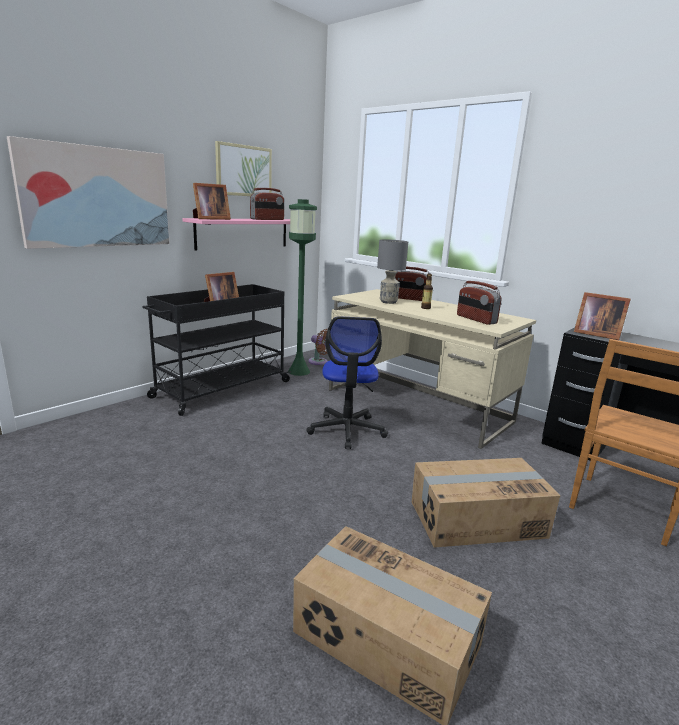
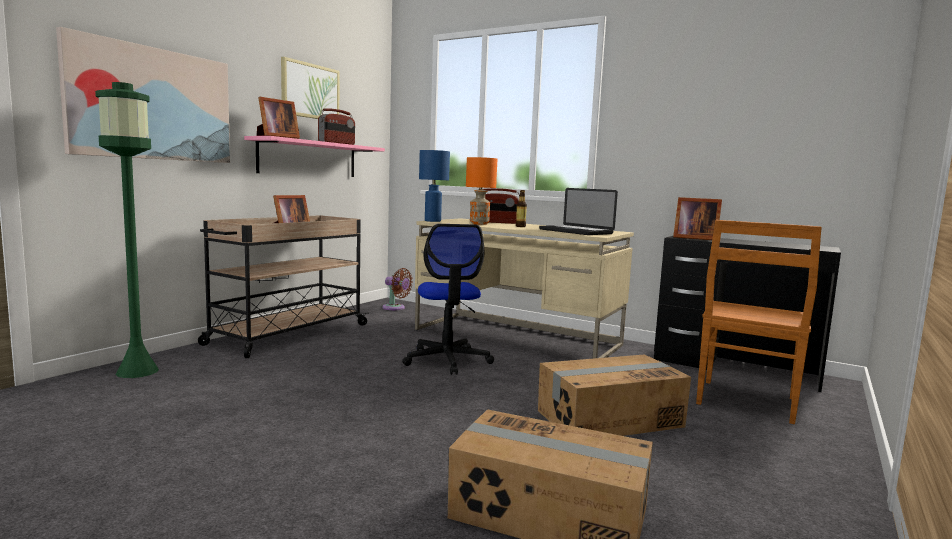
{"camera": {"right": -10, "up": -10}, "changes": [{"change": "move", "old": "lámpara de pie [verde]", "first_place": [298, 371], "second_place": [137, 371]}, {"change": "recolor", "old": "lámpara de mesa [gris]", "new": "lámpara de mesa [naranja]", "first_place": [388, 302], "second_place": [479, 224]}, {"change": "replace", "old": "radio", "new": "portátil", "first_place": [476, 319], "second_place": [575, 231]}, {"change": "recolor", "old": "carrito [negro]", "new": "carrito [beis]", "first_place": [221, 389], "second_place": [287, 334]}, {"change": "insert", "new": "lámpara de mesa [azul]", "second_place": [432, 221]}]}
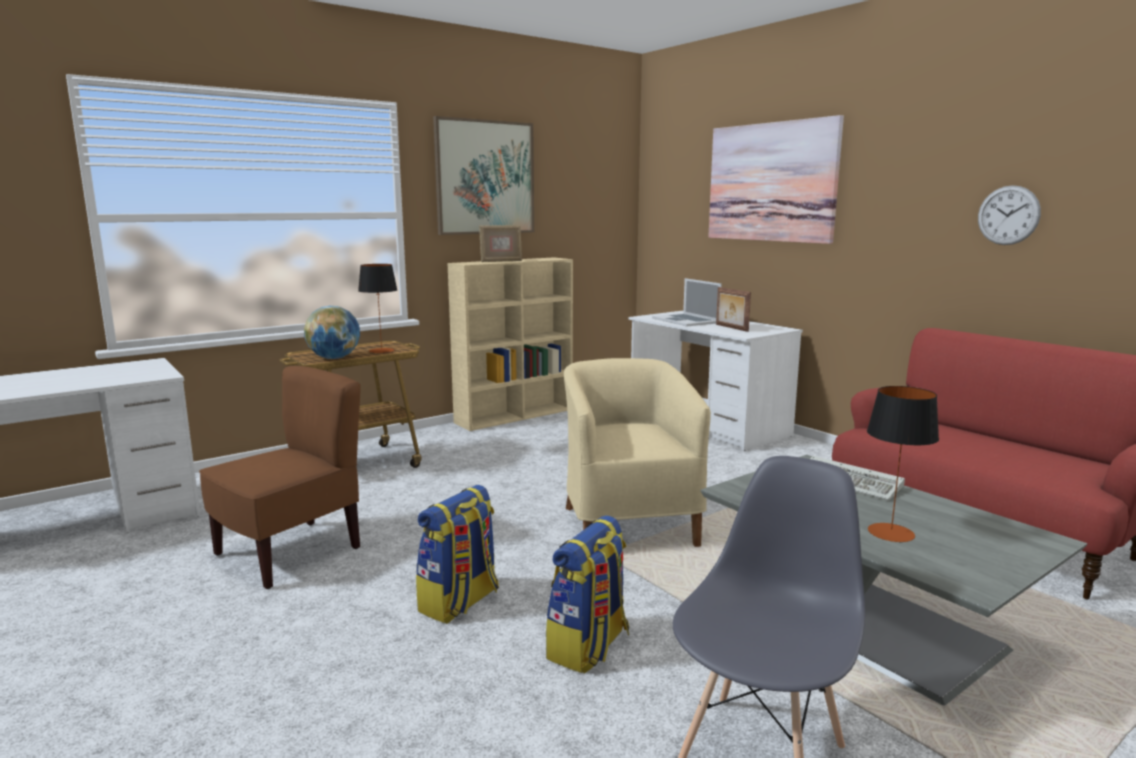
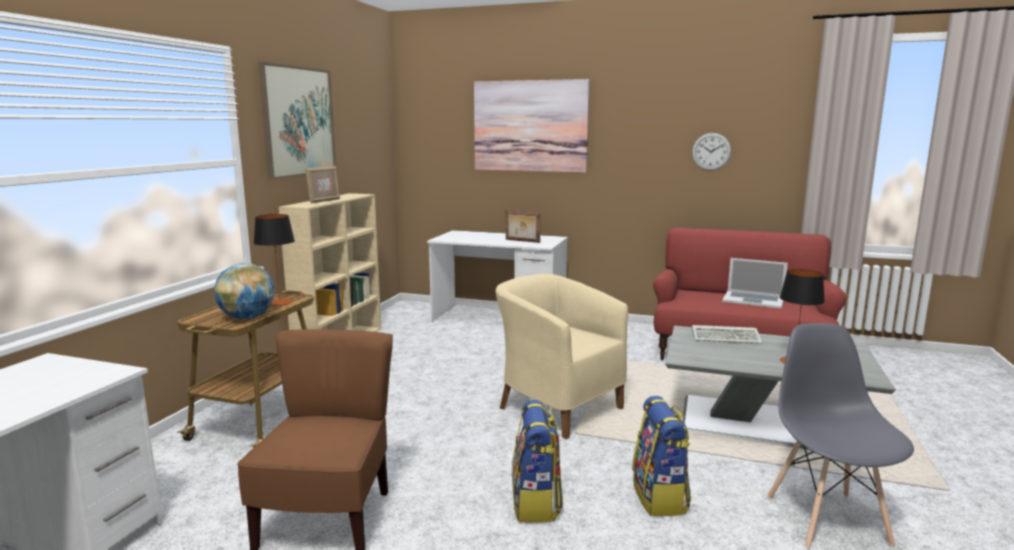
{"camera": {"right": -35, "up": 0}, "changes": [{"change": "move", "old": "portátil", "first_place": [685, 320], "second_place": [753, 300]}]}
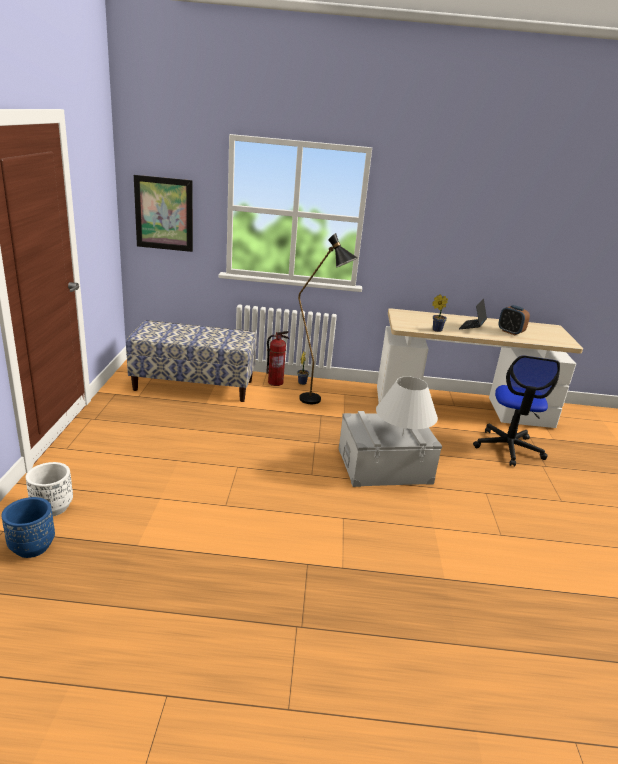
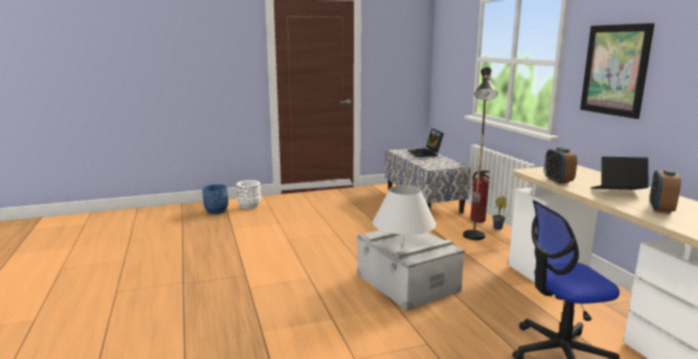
{"camera": {"right": 70, "up": -10}, "changes": [{"change": "move", "old": "cuadro", "first_place": [164, 214], "second_place": [614, 70]}, {"change": "replace", "old": "planta en maceta", "new": "despertador", "first_place": [435, 330], "second_place": [558, 181]}, {"change": "insert", "new": "portátil", "second_place": [426, 153]}]}
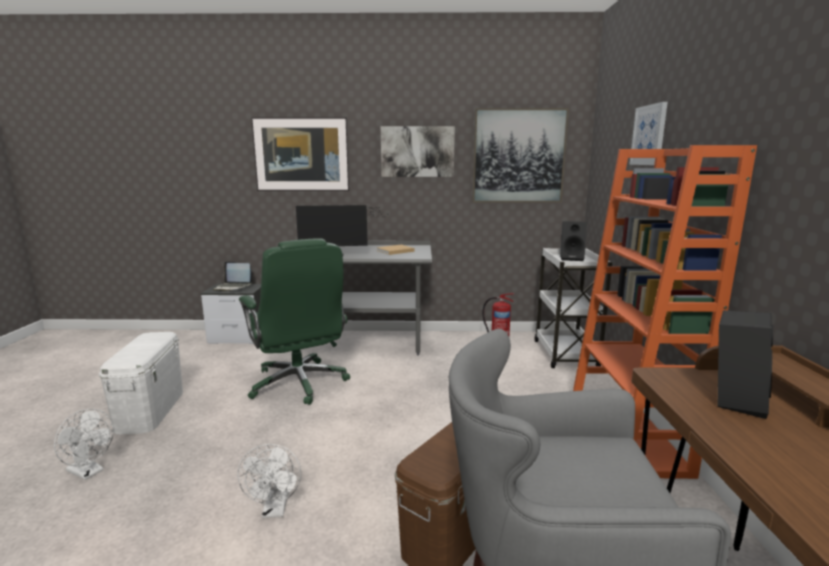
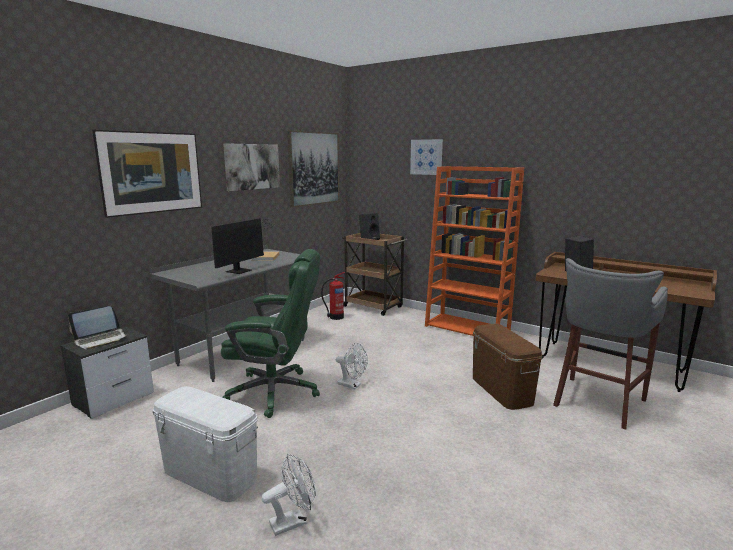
{"camera": {"right": -55, "up": 0}, "changes": [{"change": "recolor", "old": "carrito [blanco]", "new": "carrito [marrón]", "first_place": [565, 355], "second_place": [373, 307]}, {"change": "move", "old": "ventilador [blanco]", "first_place": [275, 510], "second_place": [352, 385]}]}
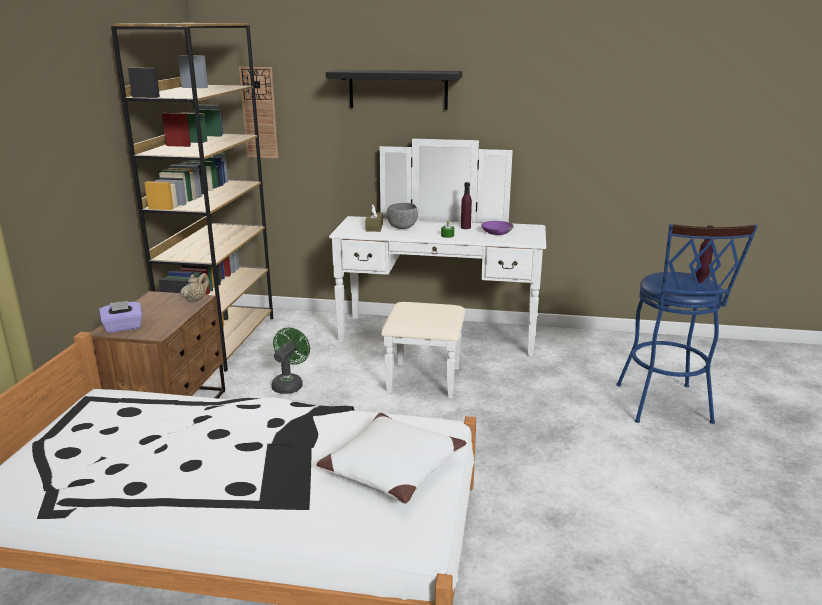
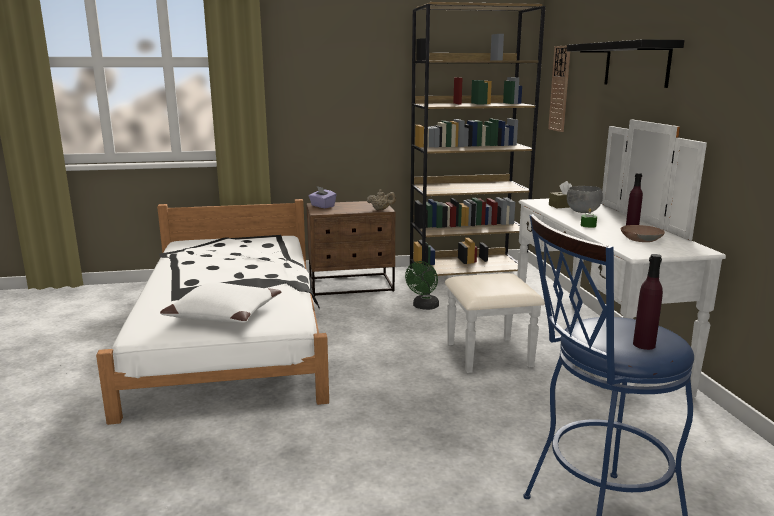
{"camera": {"right": 70, "up": -5}, "changes": [{"change": "recolor", "old": "cuenco [morado]", "new": "cuenco [marrón]", "first_place": [496, 232], "second_place": [640, 239]}, {"change": "rotate", "old": "ventilador [verde]", "first_place": [289, 384], "second_place": [424, 307], "degrees": 120}]}
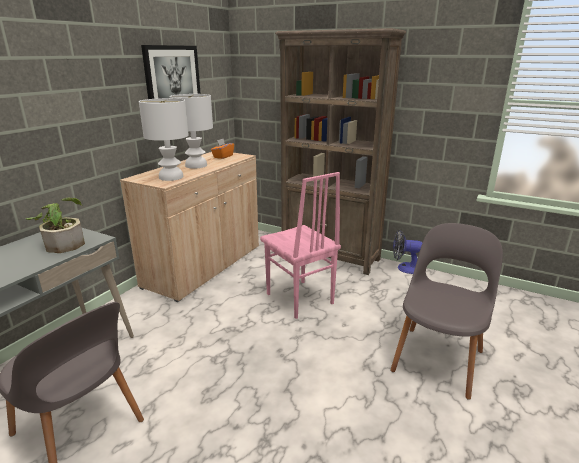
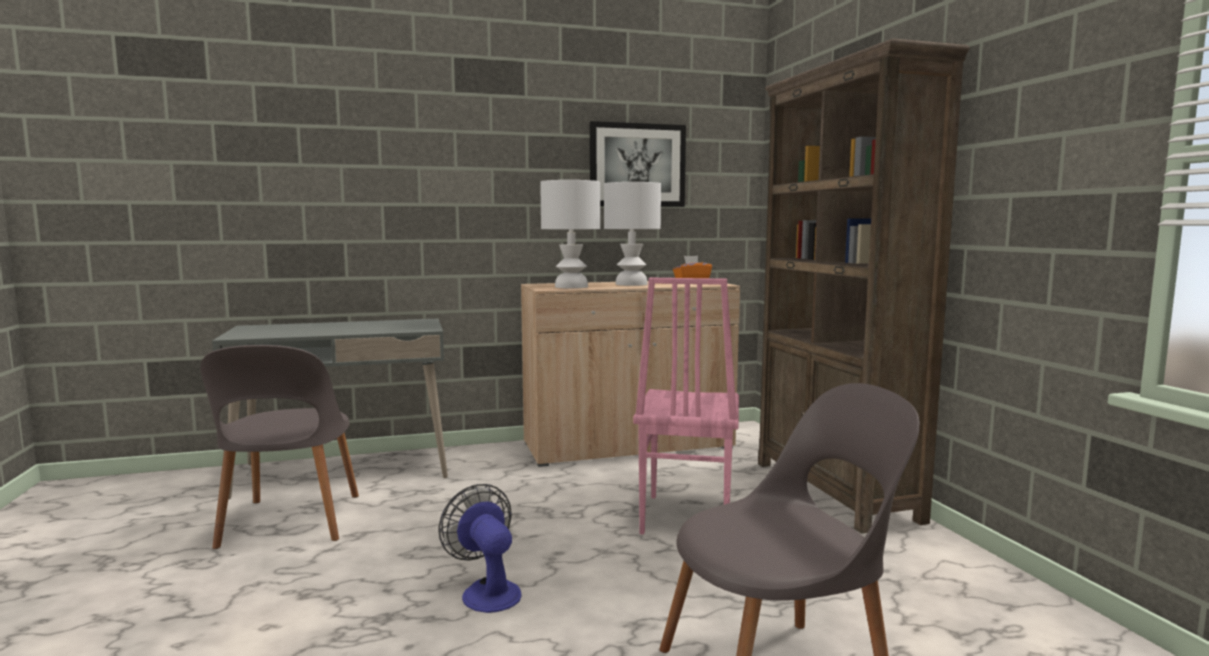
{"camera": {"right": 45, "up": -15}, "changes": [{"change": "delete", "old": "planta en maceta", "first_place": [63, 243]}, {"change": "move", "old": "ventilador", "first_place": [404, 268], "second_place": [486, 591]}]}
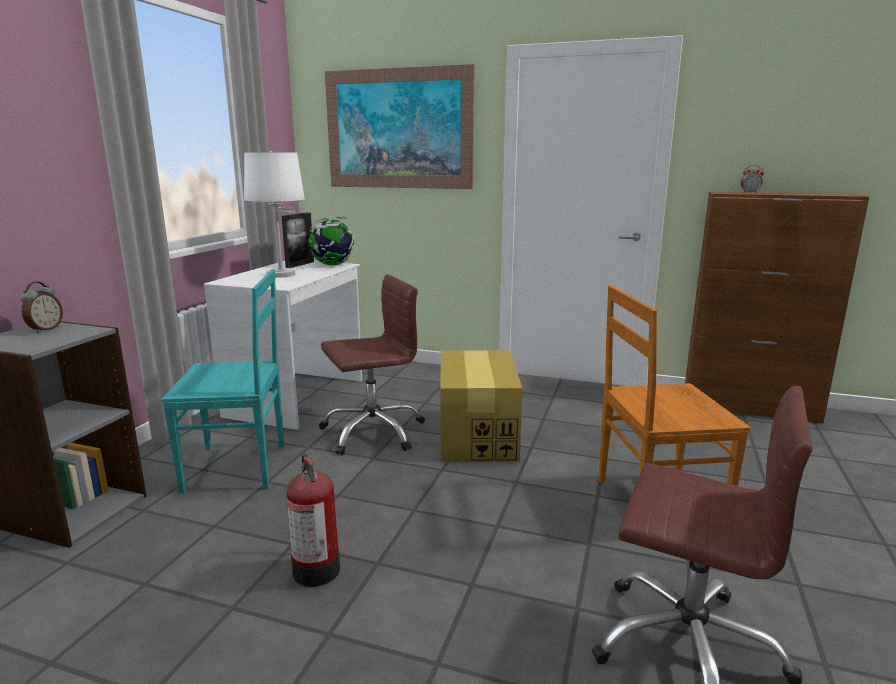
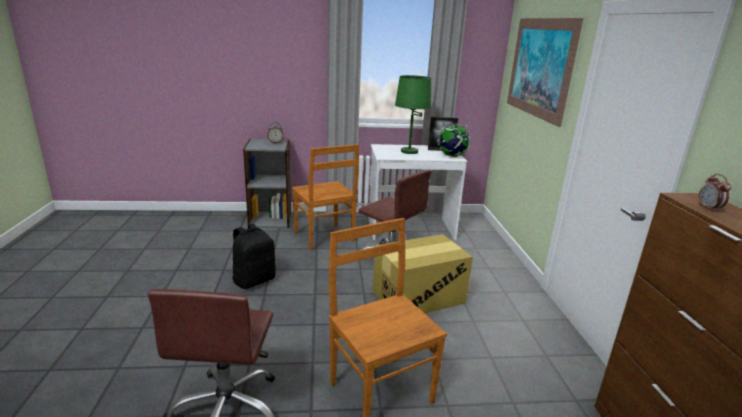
{"camera": {"right": 65, "up": 5}, "changes": [{"change": "recolor", "old": "lámpara de mesa [blanco]", "new": "lámpara de mesa [verde]", "first_place": [281, 274], "second_place": [409, 151]}, {"change": "recolor", "old": "silla [turquesa]", "new": "silla [marrón]", "first_place": [239, 467], "second_place": [324, 238]}, {"change": "replace", "old": "extintor", "new": "mochila [negro]", "first_place": [316, 568], "second_place": [254, 280]}]}
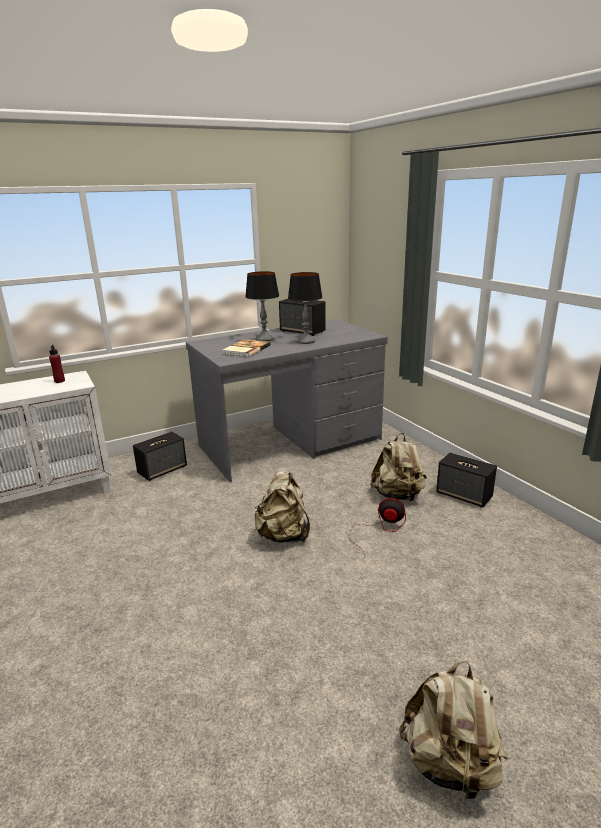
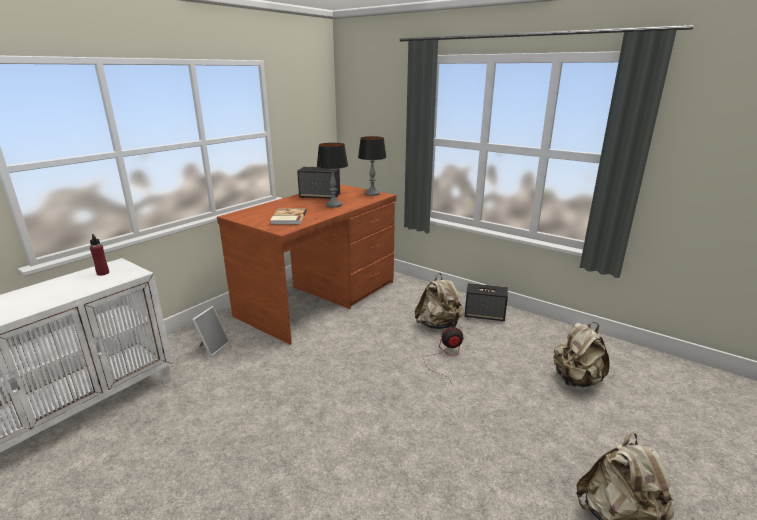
{"camera": {"right": -25, "up": 0}, "changes": [{"change": "move", "old": "lámpara de mesa", "first_place": [264, 339], "second_place": [372, 193]}, {"change": "recolor", "old": "escritorio [gris]", "new": "escritorio [marrón]", "first_place": [291, 443], "second_place": [319, 298]}, {"change": "replace", "old": "altavoz", "new": "portarretratos", "first_place": [163, 470], "second_place": [213, 347]}, {"change": "move", "old": "mochila [beis]", "first_place": [283, 535], "second_place": [576, 380]}]}
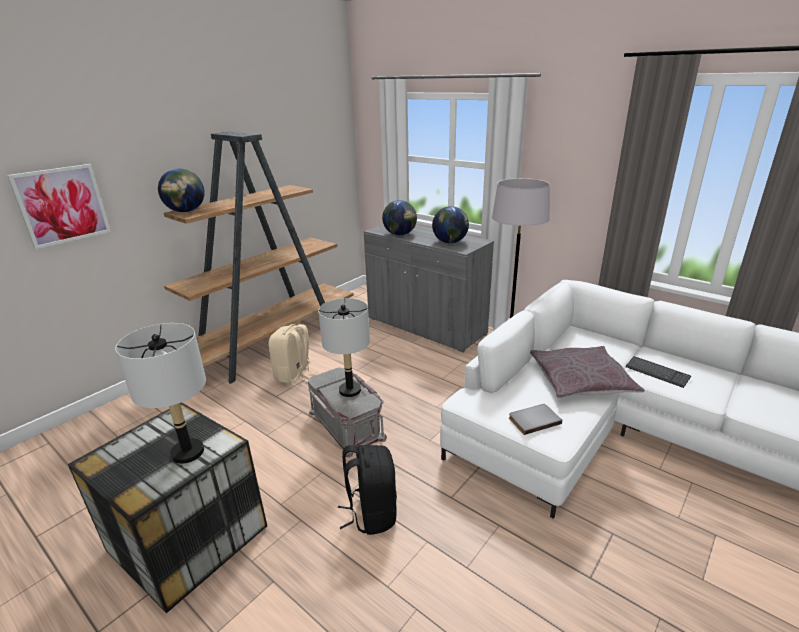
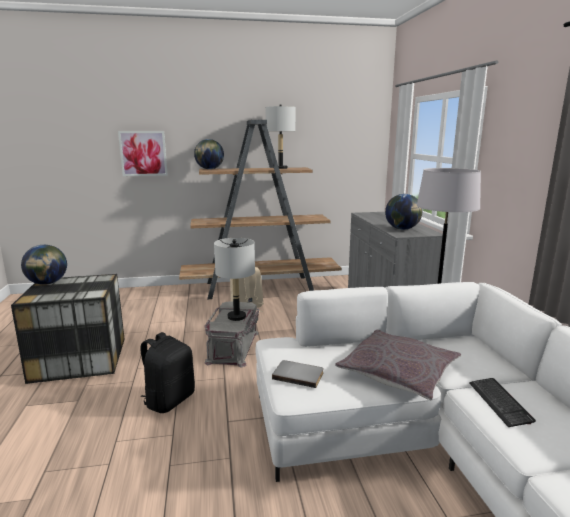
{"camera": {"right": 40, "up": -10}, "changes": [{"change": "move", "old": "globo terráqueo", "first_place": [400, 234], "second_place": [47, 283]}, {"change": "move", "old": "lámpara de mesa [gris]", "first_place": [188, 452], "second_place": [280, 168]}]}
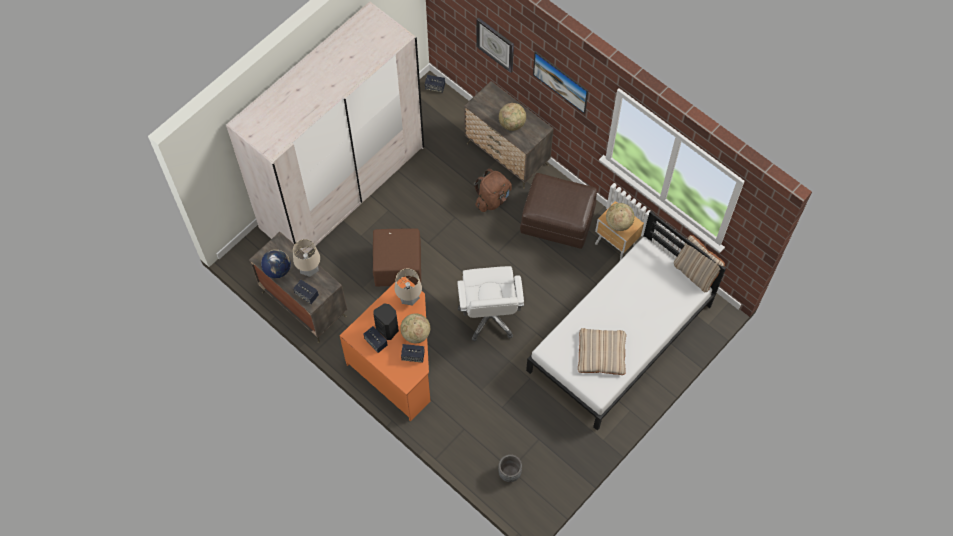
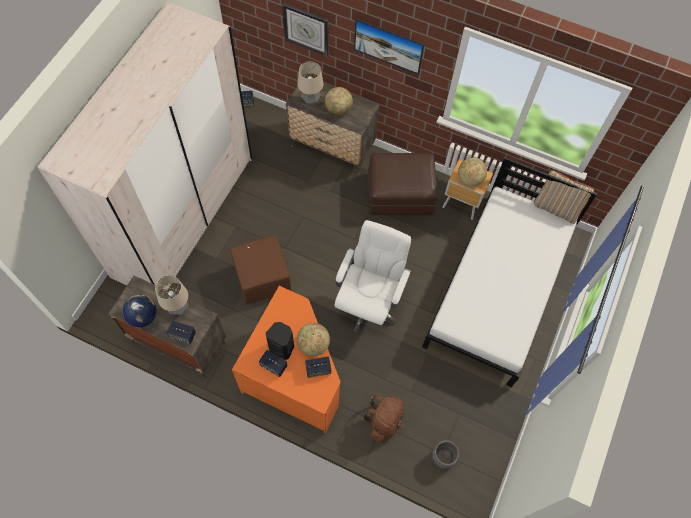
{"camera": {"right": -20, "up": 0}, "changes": [{"change": "move", "old": "mochila [marrón]", "first_place": [492, 199], "second_place": [384, 421]}, {"change": "rotate", "old": "silla de oficina [blanco]", "first_place": [490, 316], "second_place": [368, 302], "degrees": -135}, {"change": "move", "old": "lámpara de mesa", "first_place": [409, 299], "second_place": [310, 100]}, {"change": "delete", "old": "cojín [beis]", "first_place": [601, 353]}]}
